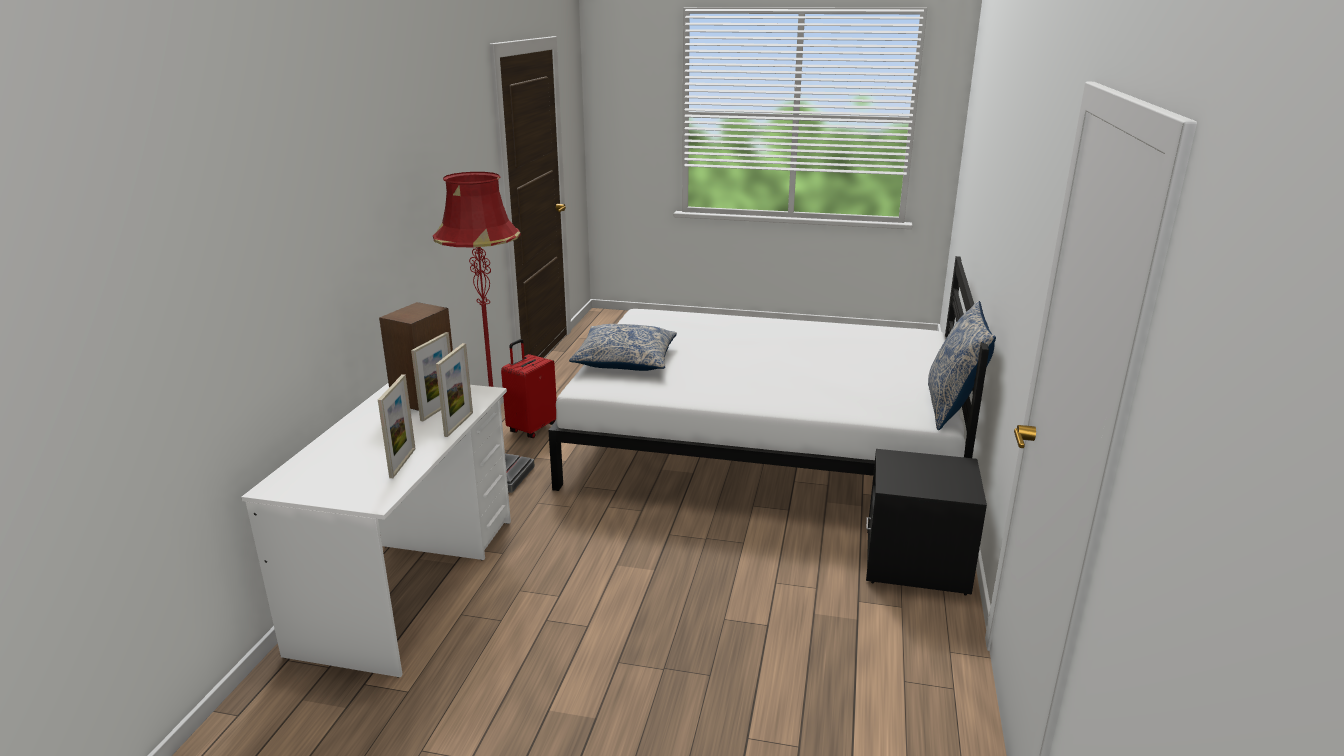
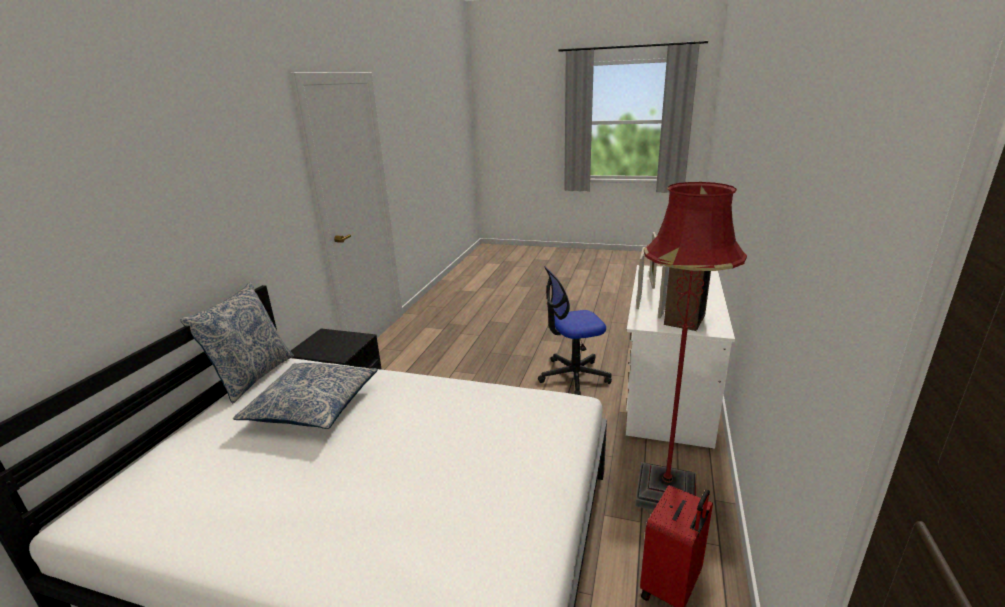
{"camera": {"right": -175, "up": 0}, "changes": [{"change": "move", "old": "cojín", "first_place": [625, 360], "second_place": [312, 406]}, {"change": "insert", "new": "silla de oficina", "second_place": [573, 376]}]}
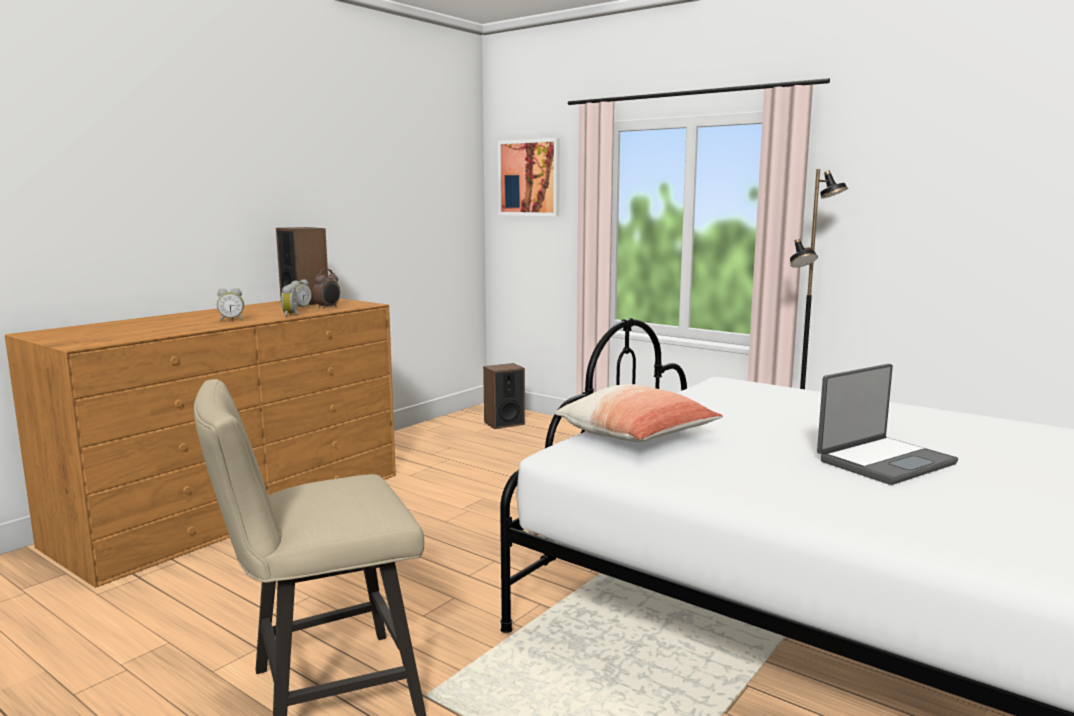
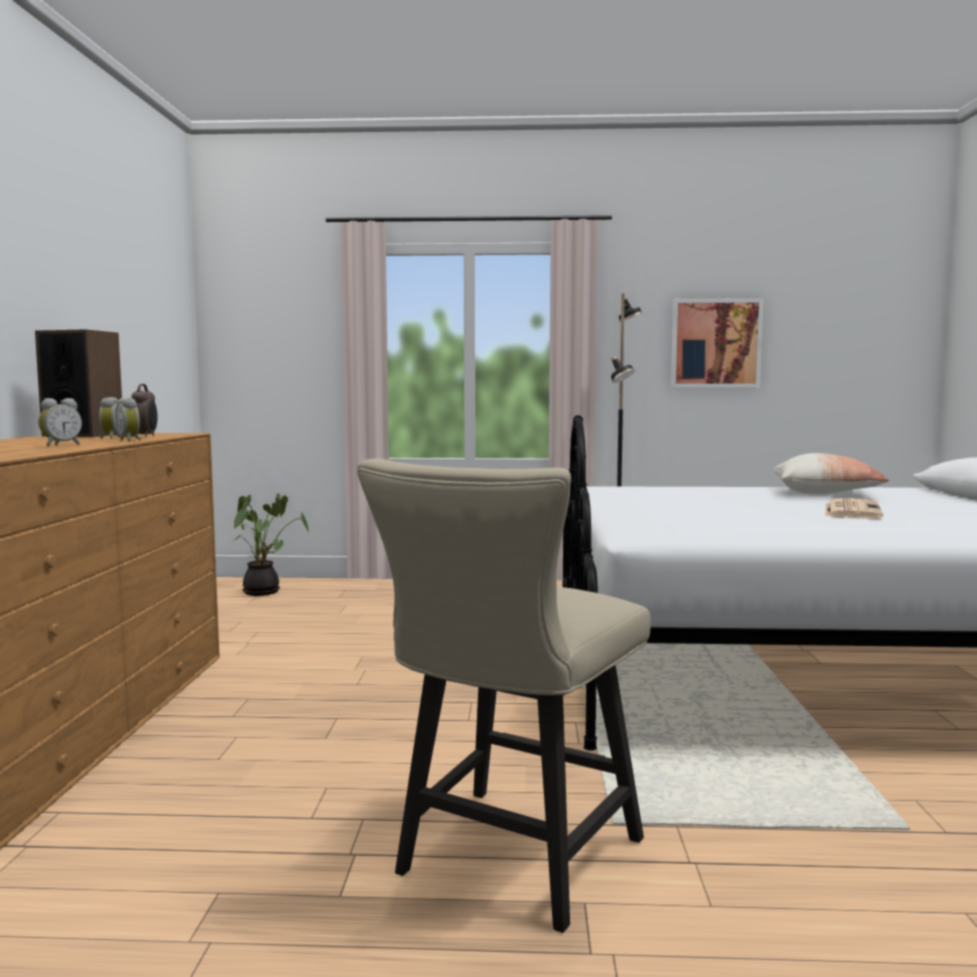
{"camera": {"right": -35, "up": -5}, "changes": [{"change": "move", "old": "cuadro", "first_place": [529, 178], "second_place": [715, 343]}, {"change": "replace", "old": "altavoz", "new": "planta en maceta", "first_place": [504, 423], "second_place": [265, 592]}, {"change": "replace", "old": "portátil", "new": "periódico", "first_place": [884, 461], "second_place": [851, 510]}, {"change": "move", "old": "cojín", "first_place": [637, 437], "second_place": [827, 493]}]}
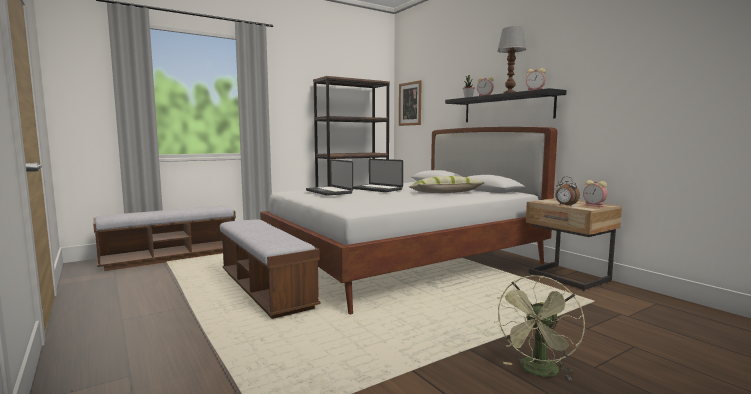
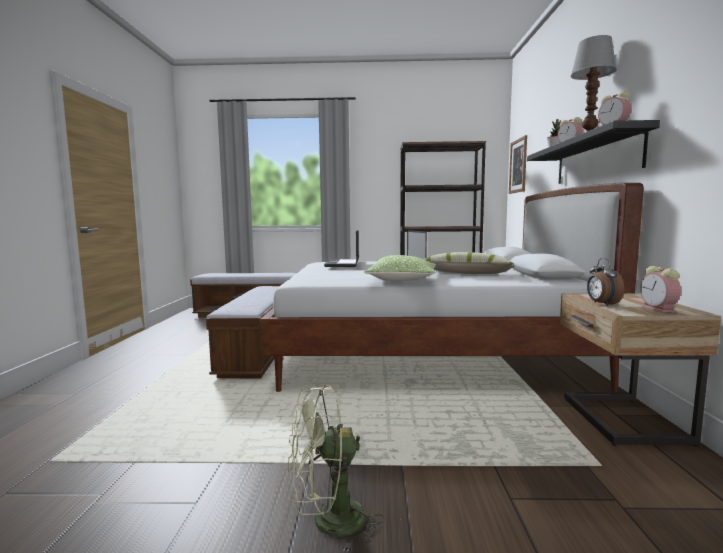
{"camera": {"right": 35, "up": 0}, "changes": [{"change": "insert", "new": "cojín", "second_place": [402, 280]}]}
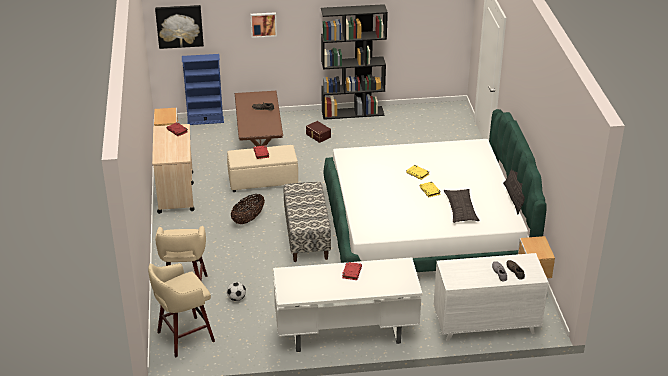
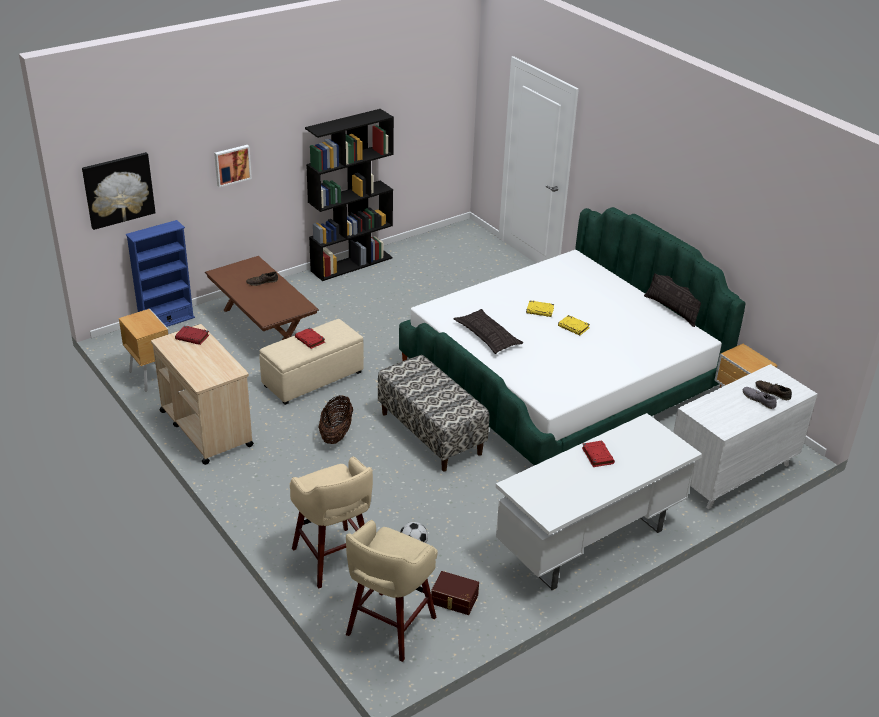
{"camera": {"right": -30, "up": 0}, "changes": [{"change": "move", "old": "caja de almacenaje [marrón]", "first_place": [318, 136], "second_place": [454, 600]}, {"change": "move", "old": "cojín", "first_place": [461, 209], "second_place": [487, 336]}]}
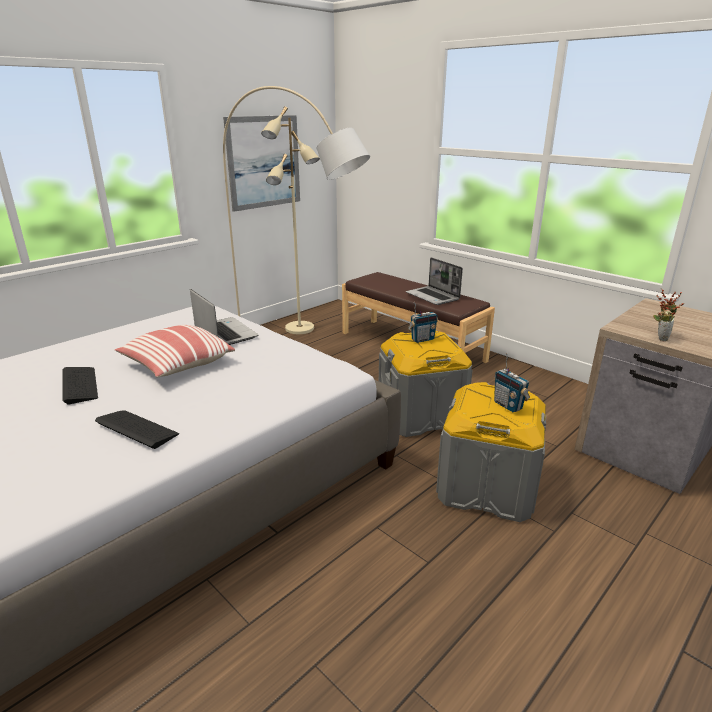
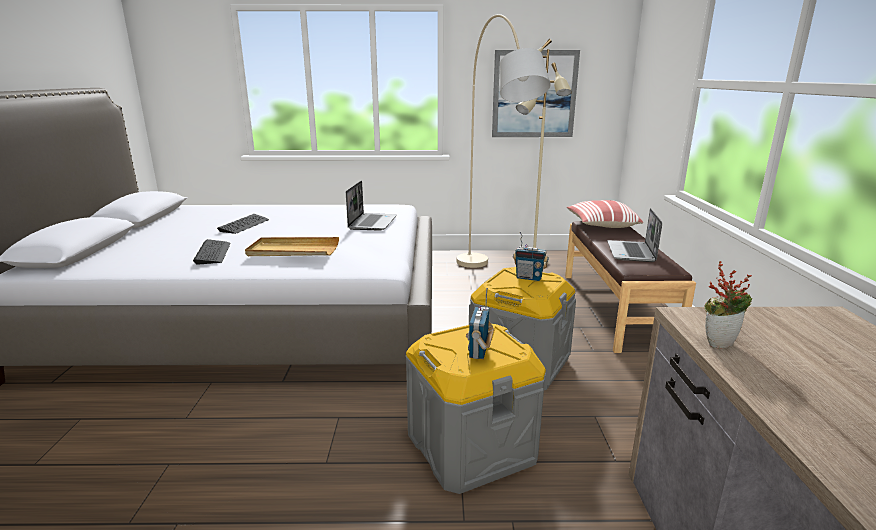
{"camera": {"right": 45, "up": -5}, "changes": [{"change": "move", "old": "cojín", "first_place": [177, 365], "second_place": [601, 225]}, {"change": "insert", "new": "bandeja [beis]", "second_place": [293, 250]}]}
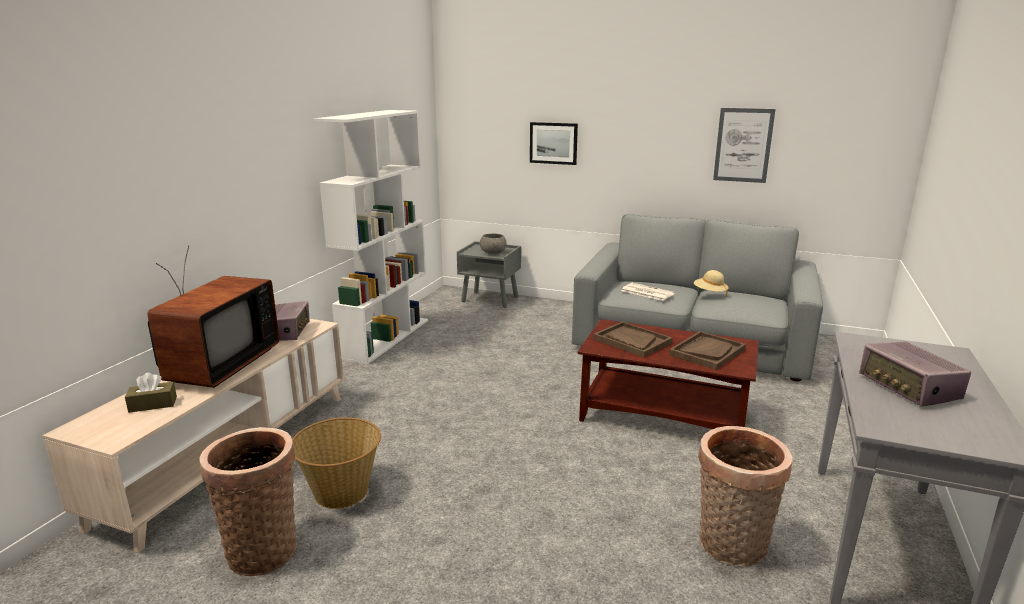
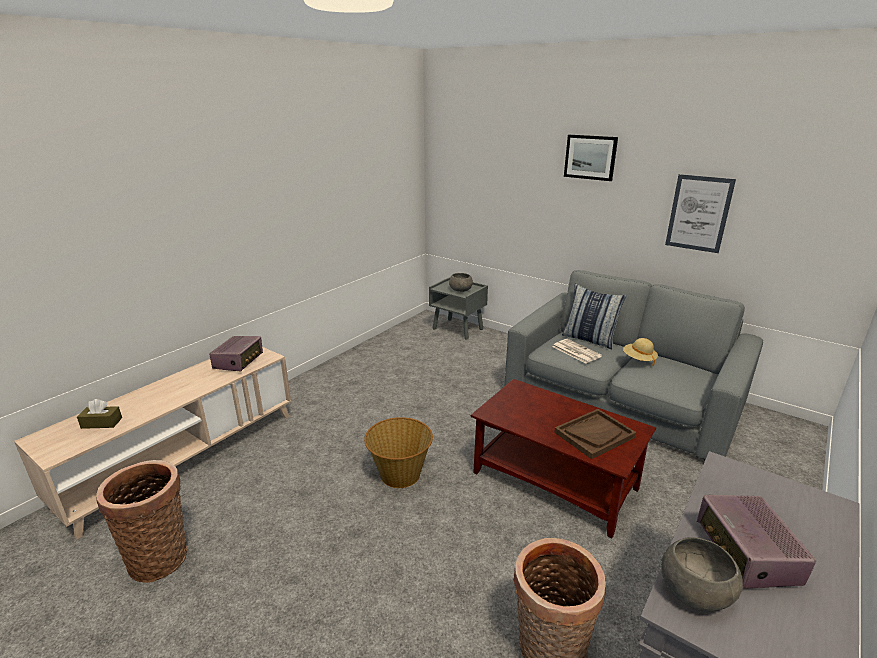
{"camera": {"right": 15, "up": 5}, "changes": [{"change": "delete", "old": "estantería [blanco]", "first_place": [385, 338]}, {"change": "move", "old": "cuadro", "first_place": [553, 143], "second_place": [590, 157]}, {"change": "delete", "old": "televisor", "first_place": [217, 366]}, {"change": "delete", "old": "bandeja [marrón]", "first_place": [632, 341]}, {"change": "move", "old": "cesta", "first_place": [341, 492], "second_place": [400, 475]}, {"change": "insert", "new": "cojín", "second_place": [589, 339]}, {"change": "insert", "new": "cuenco [gris]", "second_place": [695, 590]}]}
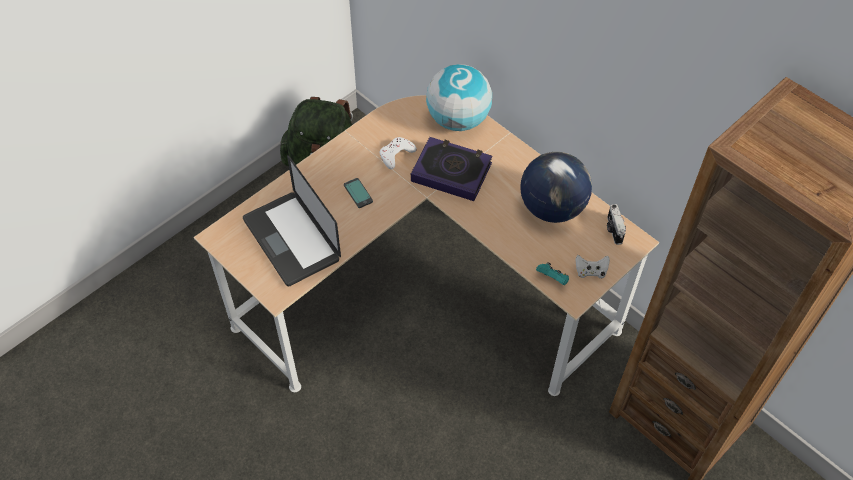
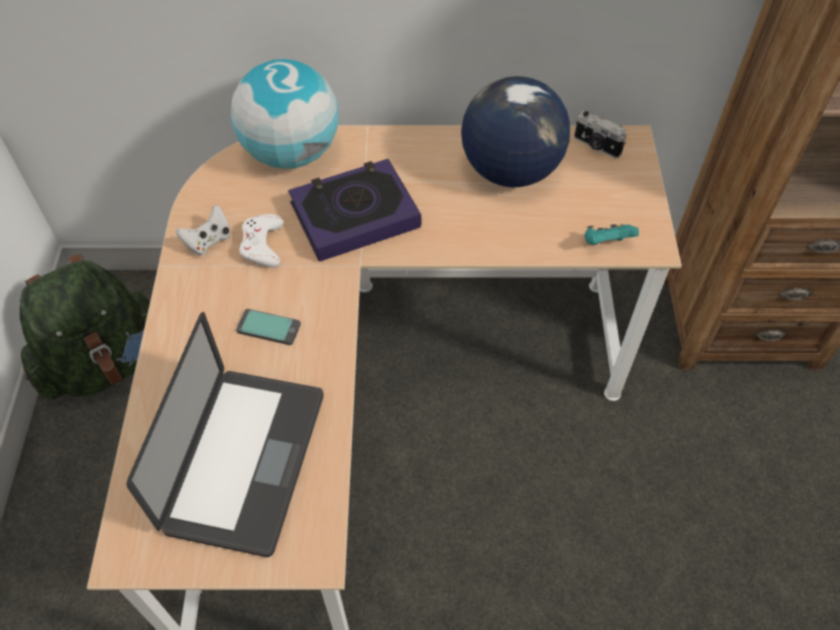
{"camera": {"right": -45, "up": 0}, "changes": [{"change": "rotate", "old": "portátil", "first_place": [291, 239], "second_place": [246, 461], "degrees": -90}, {"change": "move", "old": "mando de consola [blanco]", "first_place": [590, 272], "second_place": [209, 241]}]}
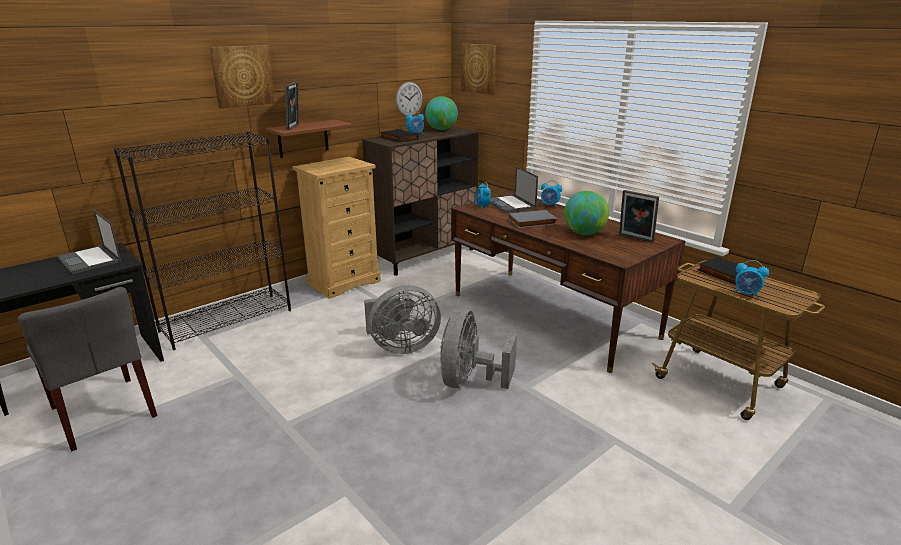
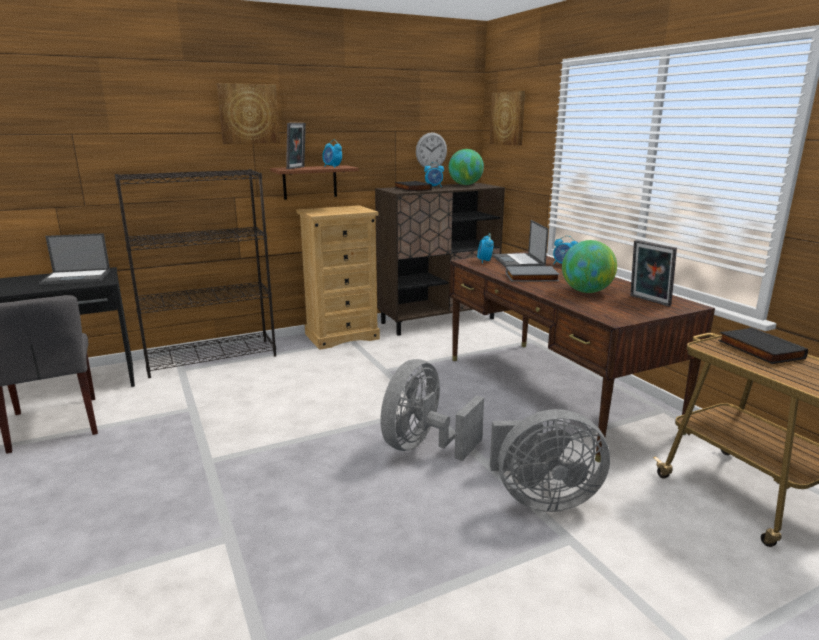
{"camera": {"right": 15, "up": -5}, "changes": [{"change": "rotate", "old": "portátil", "first_place": [90, 260], "second_place": [77, 277], "degrees": -75}, {"change": "move", "old": "despertador", "first_place": [746, 294], "second_place": [332, 167]}, {"change": "move", "old": "ventilador [gris]", "first_place": [401, 347], "second_place": [541, 498]}]}
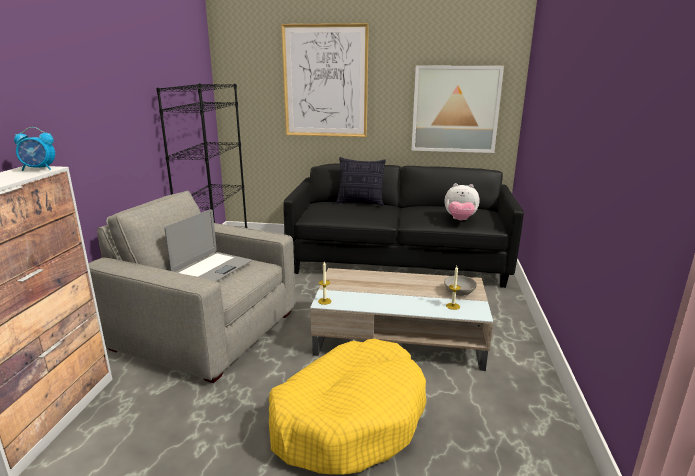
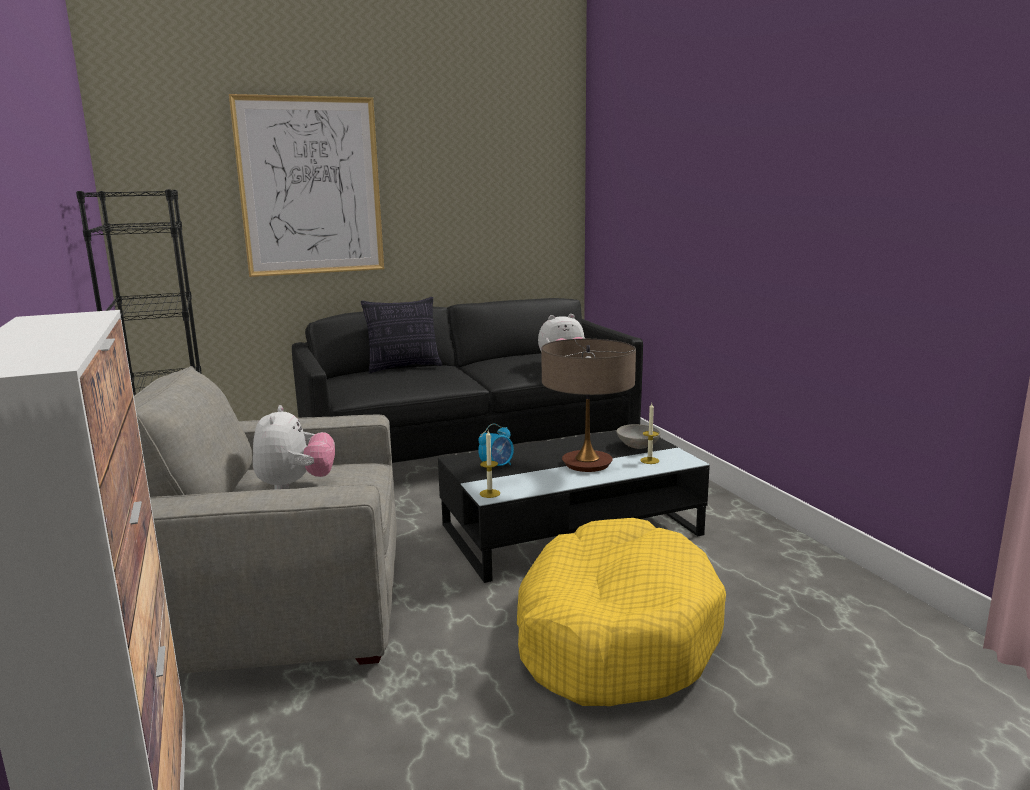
{"camera": {"right": -30, "up": -5}, "changes": [{"change": "delete", "old": "cuadro", "first_place": [455, 109]}, {"change": "move", "old": "despertador", "first_place": [39, 169], "second_place": [497, 467]}, {"change": "replace", "old": "portátil", "new": "peluche", "first_place": [212, 269], "second_place": [295, 485]}, {"change": "recolor", "old": "mesa de centro [beis]", "new": "mesa de centro [negro]", "first_place": [399, 337], "second_place": [570, 530]}, {"change": "insert", "new": "lámpara de mesa", "second_place": [587, 464]}]}
